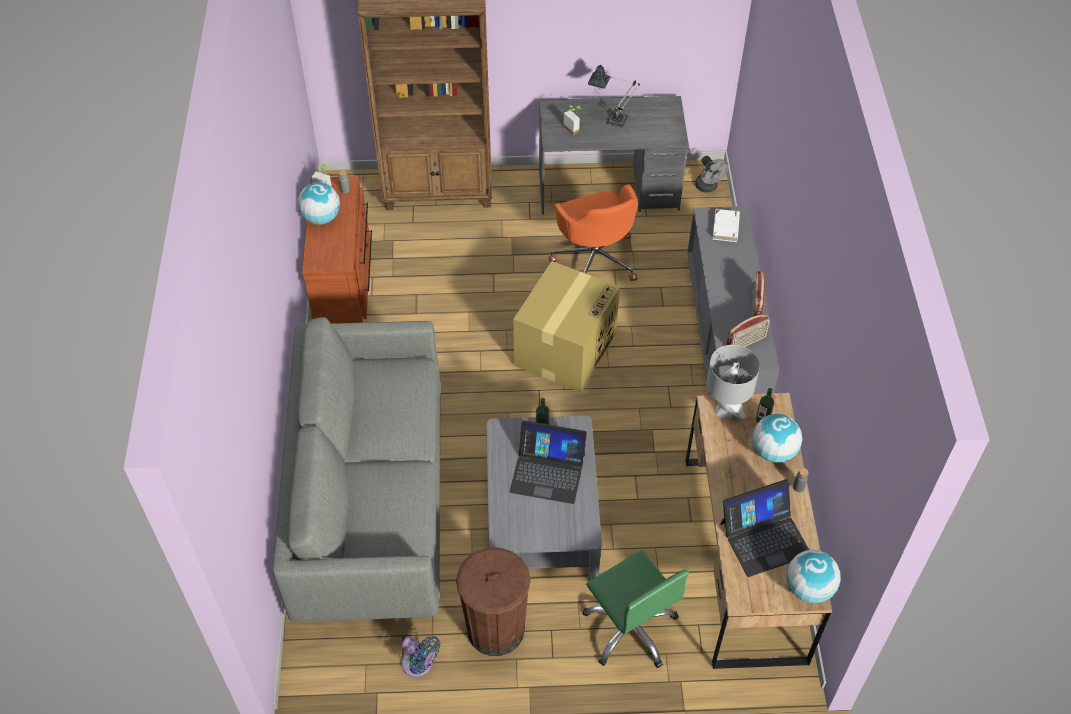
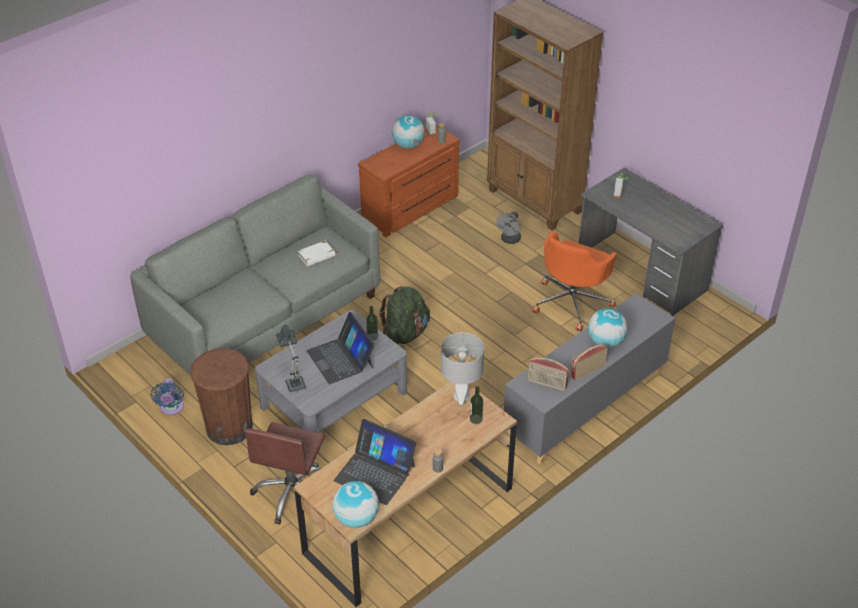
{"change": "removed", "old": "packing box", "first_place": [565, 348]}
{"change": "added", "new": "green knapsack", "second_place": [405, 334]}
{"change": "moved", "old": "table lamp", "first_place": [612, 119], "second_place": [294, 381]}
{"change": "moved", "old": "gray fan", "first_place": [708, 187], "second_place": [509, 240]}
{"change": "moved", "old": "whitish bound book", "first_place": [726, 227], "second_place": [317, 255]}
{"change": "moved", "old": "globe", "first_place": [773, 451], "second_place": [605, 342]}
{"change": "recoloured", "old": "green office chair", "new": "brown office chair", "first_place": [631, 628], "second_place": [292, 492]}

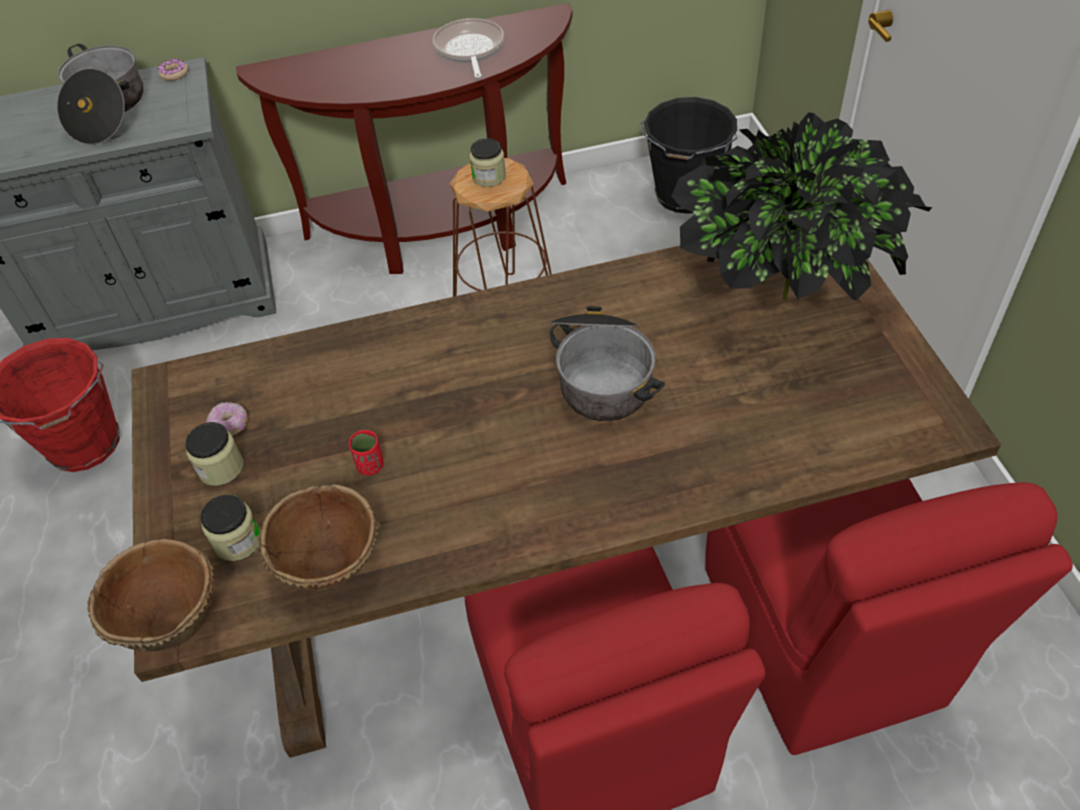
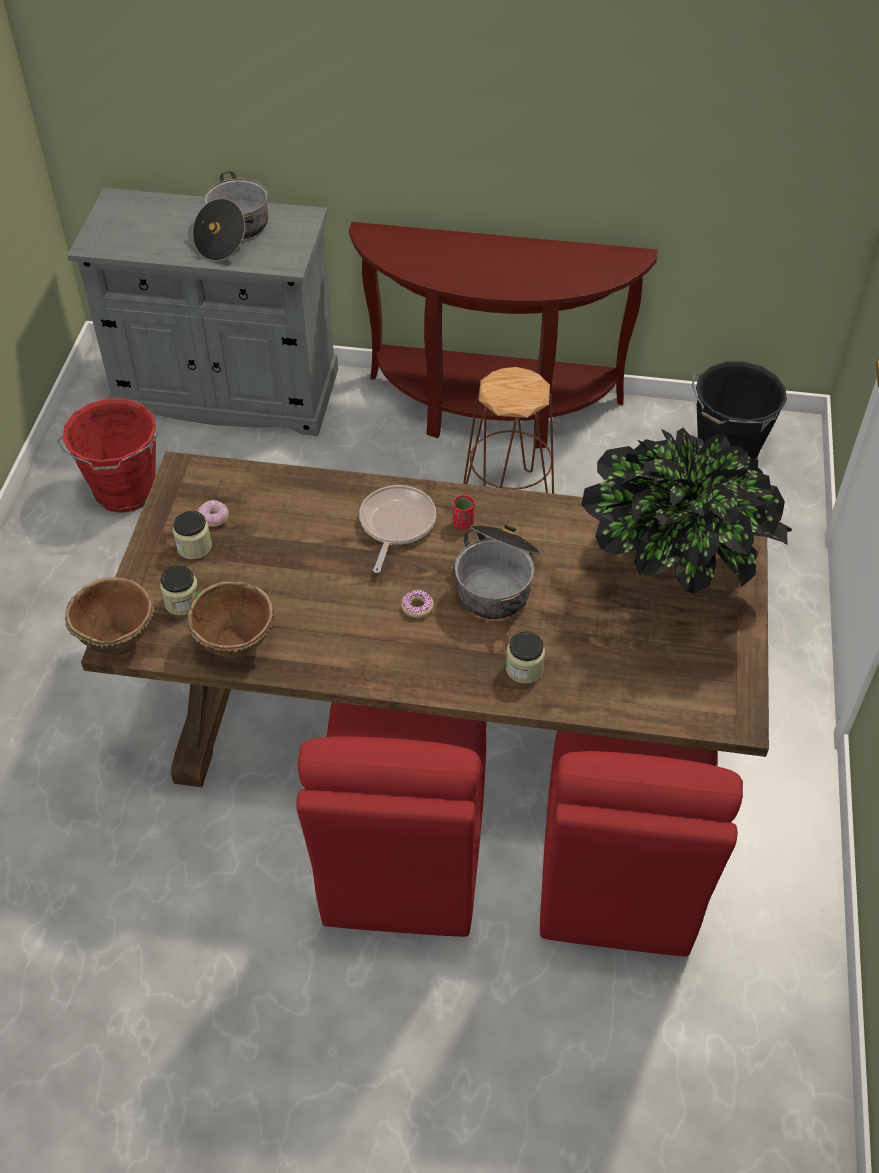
{"change": "moved", "old": "ring doughnut", "first_place": [174, 74], "second_place": [417, 607]}
{"change": "moved", "old": "reddish drinking cup", "first_place": [370, 466], "second_place": [463, 523]}
{"change": "moved", "old": "frying pan", "first_place": [469, 50], "second_place": [395, 525]}
{"change": "moved", "old": "jar", "first_place": [489, 177], "second_place": [524, 669]}

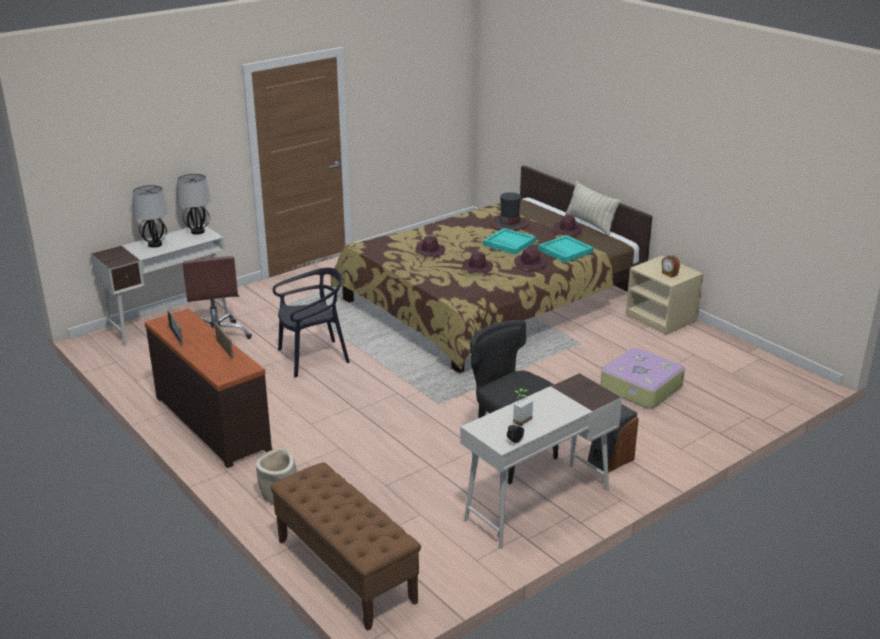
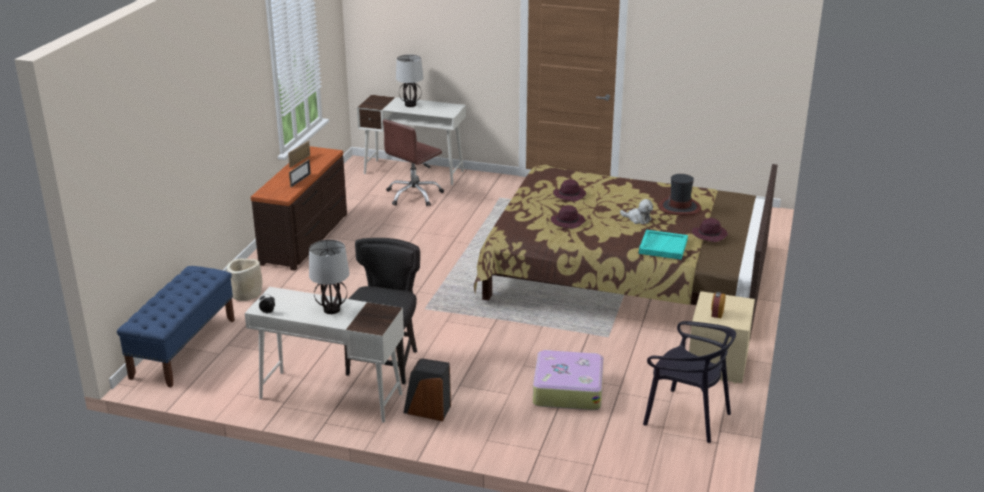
{"change": "removed", "old": "potted plant", "first_place": [519, 419]}
{"change": "removed", "old": "purplish clothing hat", "first_place": [530, 264]}
{"change": "removed", "old": "cushion", "first_place": [590, 224]}
{"change": "moved", "old": "table lamp", "first_place": [197, 231], "second_place": [332, 309]}
{"change": "moved", "old": "black chair", "first_place": [313, 358], "second_place": [687, 417]}
{"change": "replaced", "old": "turquoise-coloured carrying tray", "new": "soft toy", "first_place": [508, 243], "second_place": [638, 219]}
{"change": "recoloured", "old": "brown bench", "new": "blue bench", "first_place": [345, 570], "second_place": [183, 348]}

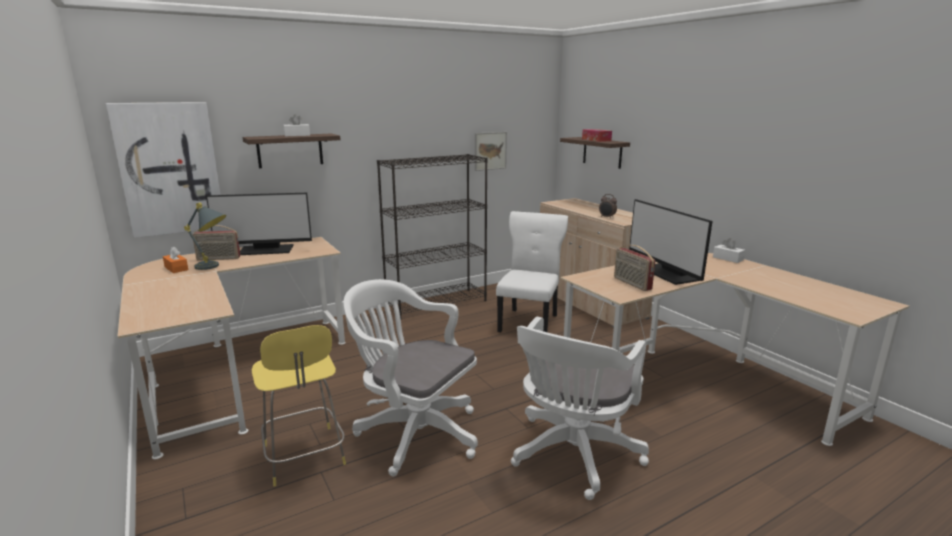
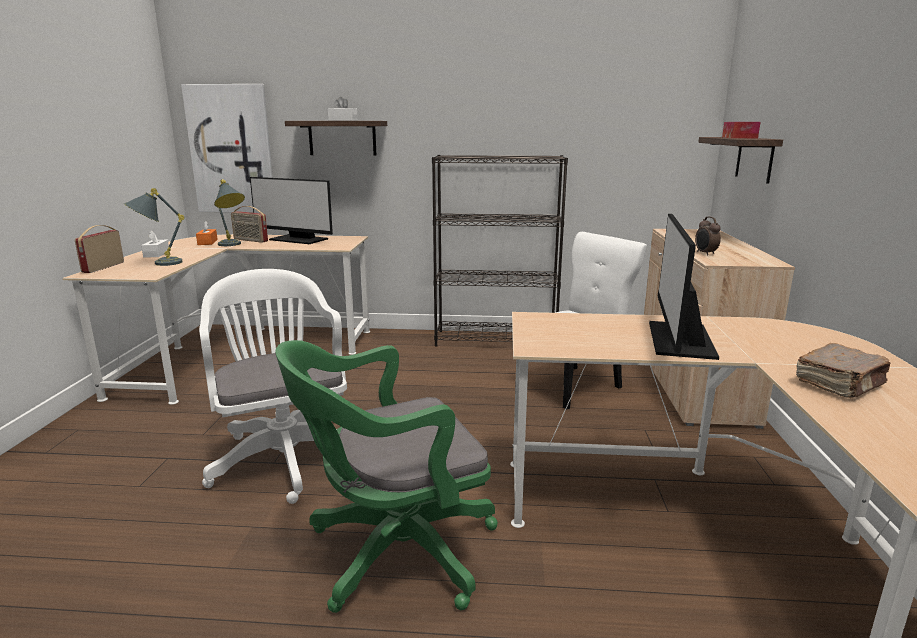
{"change": "removed", "old": "yellowish stool seat", "first_place": [304, 457]}
{"change": "removed", "old": "wall art", "first_place": [490, 151]}
{"change": "added", "new": "gray table lamp", "second_place": [158, 264]}
{"change": "added", "new": "brown bound book", "second_place": [840, 384]}
{"change": "moved", "old": "radio", "first_place": [631, 284], "second_place": [103, 267]}
{"change": "moved", "old": "whitish tissue holder", "first_place": [728, 258], "second_place": [156, 254]}
{"change": "recoloured", "old": "whitish office chair", "new": "green office chair", "first_place": [572, 456], "second_place": [393, 552]}

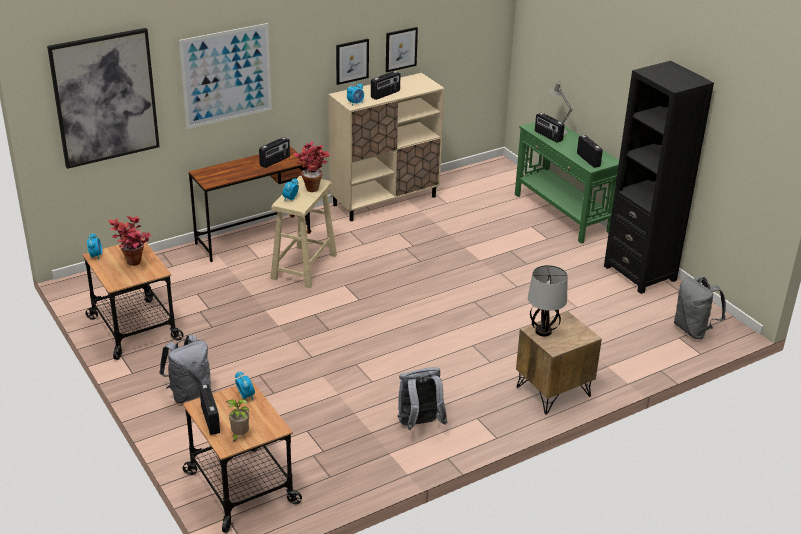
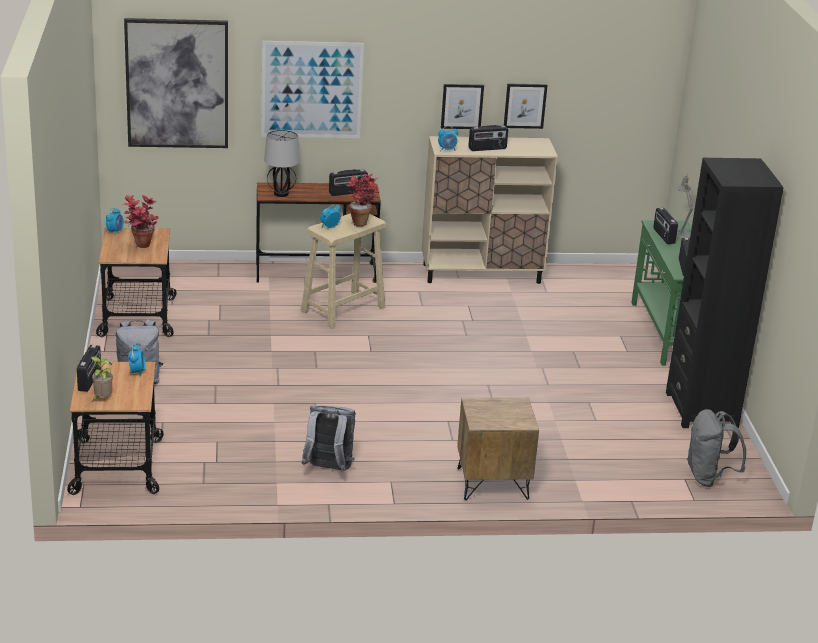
{"change": "moved", "old": "table lamp", "first_place": [544, 331], "second_place": [281, 194]}

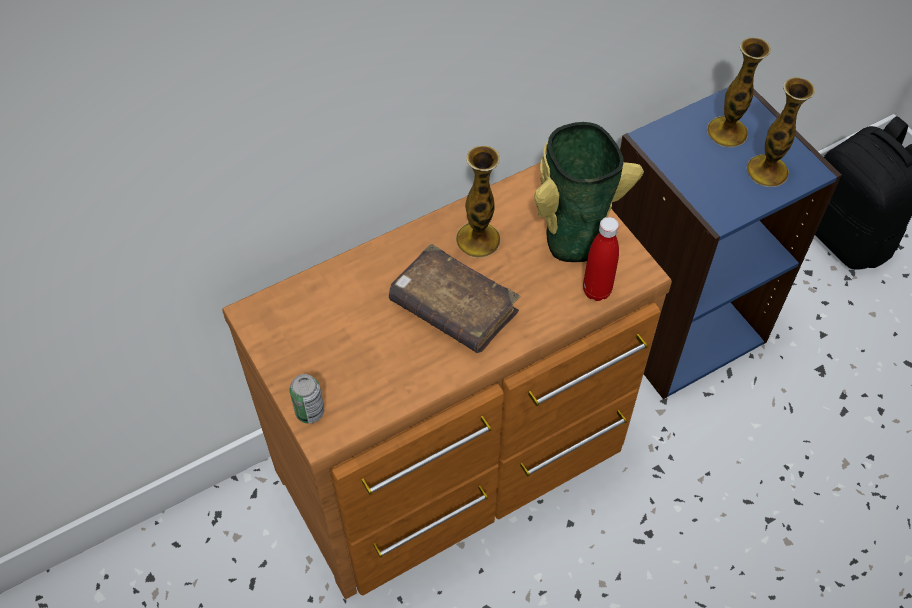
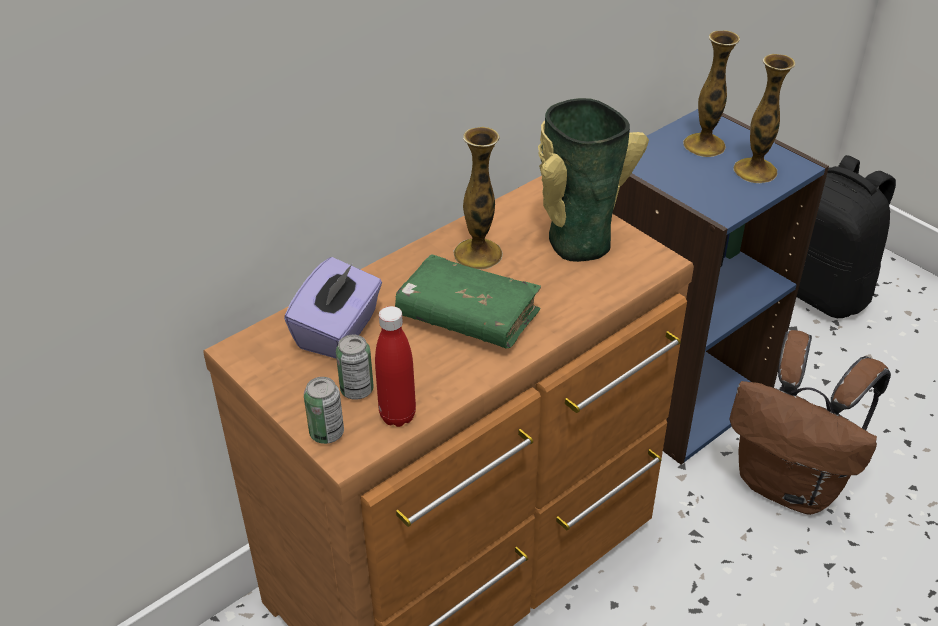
{"change": "added", "new": "purplish tissue holder", "second_place": [338, 331]}
{"change": "added", "new": "can", "second_place": [357, 390]}
{"change": "added", "new": "brown knapsack", "second_place": [790, 484]}
{"change": "moved", "old": "reddish drink bottle", "first_place": [596, 291], "second_place": [397, 415]}
{"change": "recoloured", "old": "brown bound book", "new": "green bound book", "first_place": [453, 308], "second_place": [467, 316]}

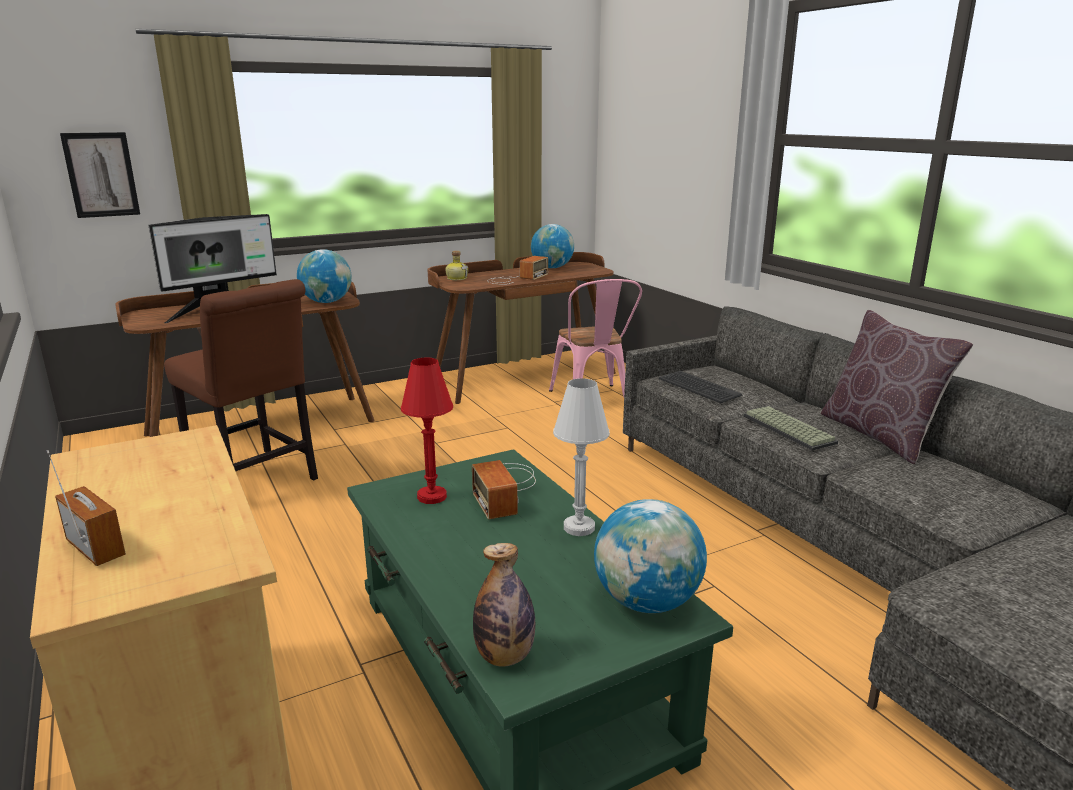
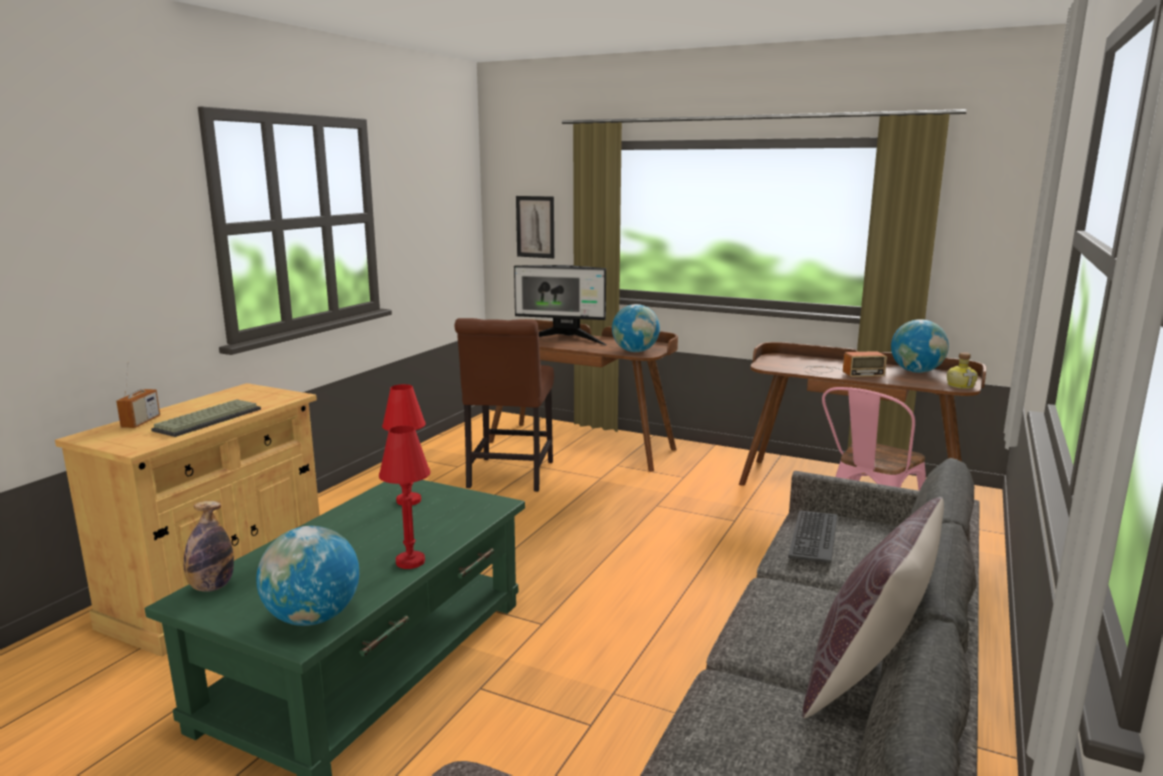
{"change": "removed", "old": "radio", "first_place": [505, 488]}
{"change": "moved", "old": "drink bottle", "first_place": [457, 278], "second_place": [960, 386]}
{"change": "moved", "old": "PC keyboard", "first_place": [786, 429], "second_place": [208, 419]}
{"change": "recoloured", "old": "whitish table lamp", "new": "reddish table lamp", "first_place": [579, 527], "second_place": [410, 562]}

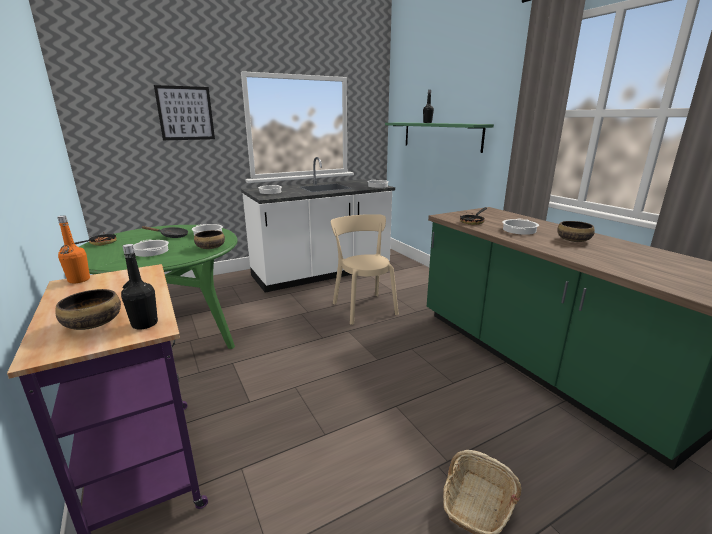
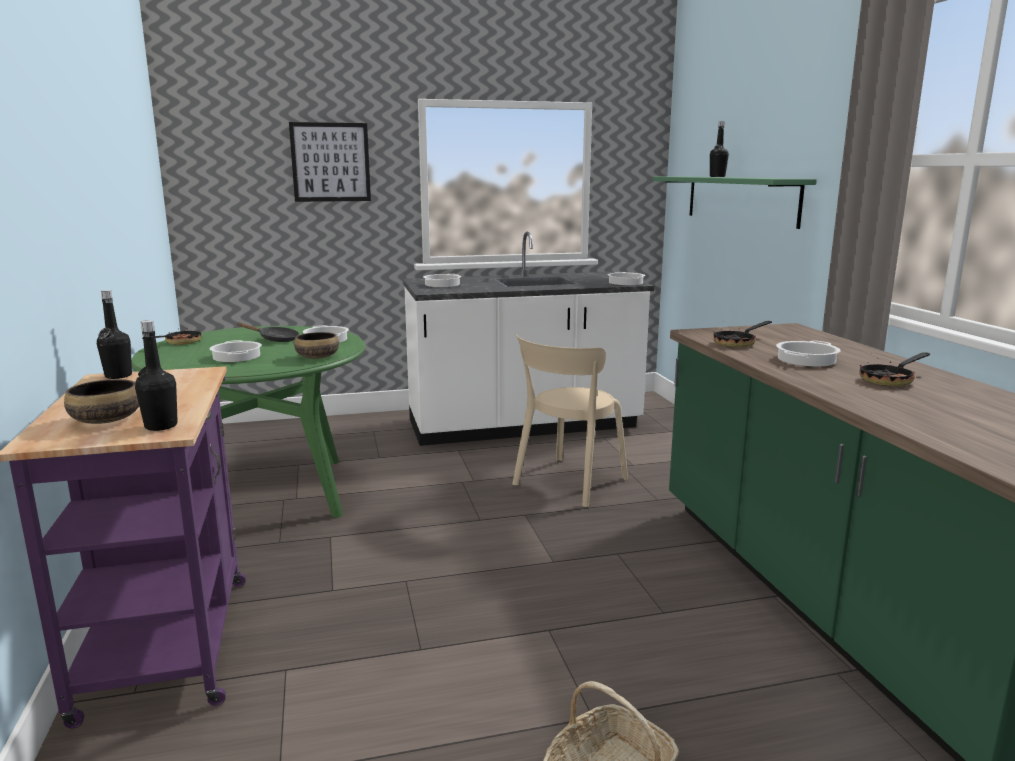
{"change": "replaced", "old": "serving bowl", "new": "frying pan", "first_place": [574, 240], "second_place": [890, 380]}
{"change": "recoloured", "old": "orangey drink bottle", "new": "black drink bottle", "first_place": [79, 280], "second_place": [118, 376]}
{"change": "turned", "old": "beige-coloured chair", "first_place": [363, 307], "second_place": [567, 483], "degrees": -135}

